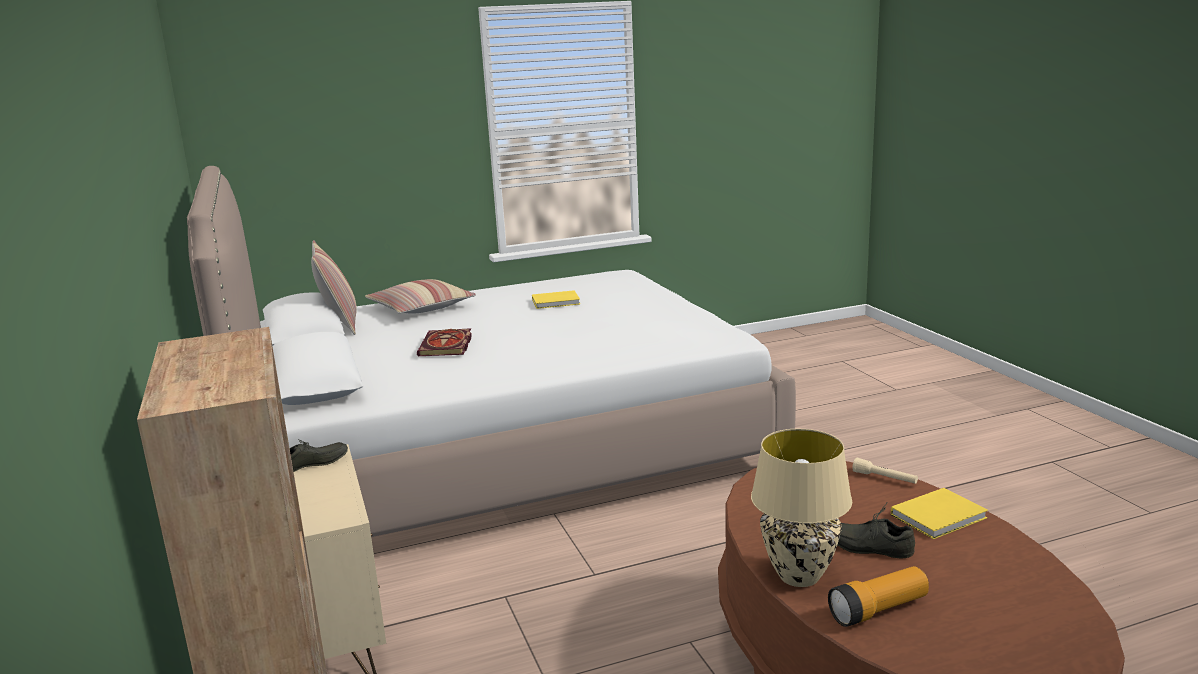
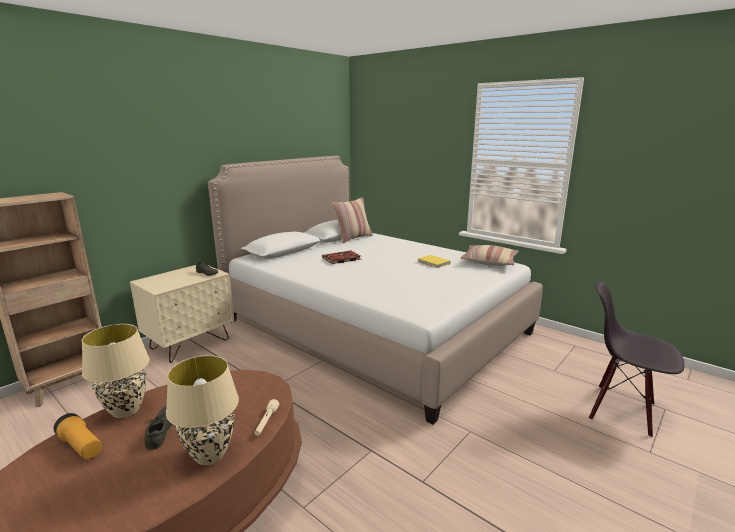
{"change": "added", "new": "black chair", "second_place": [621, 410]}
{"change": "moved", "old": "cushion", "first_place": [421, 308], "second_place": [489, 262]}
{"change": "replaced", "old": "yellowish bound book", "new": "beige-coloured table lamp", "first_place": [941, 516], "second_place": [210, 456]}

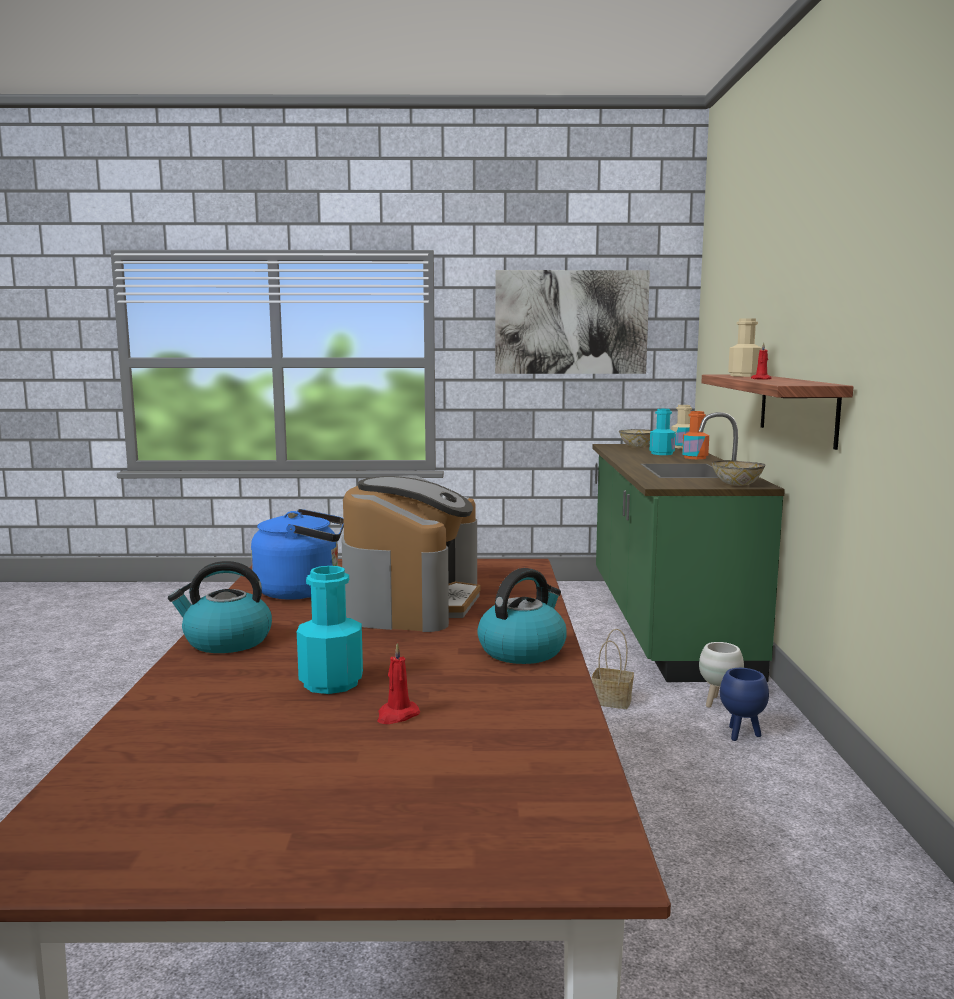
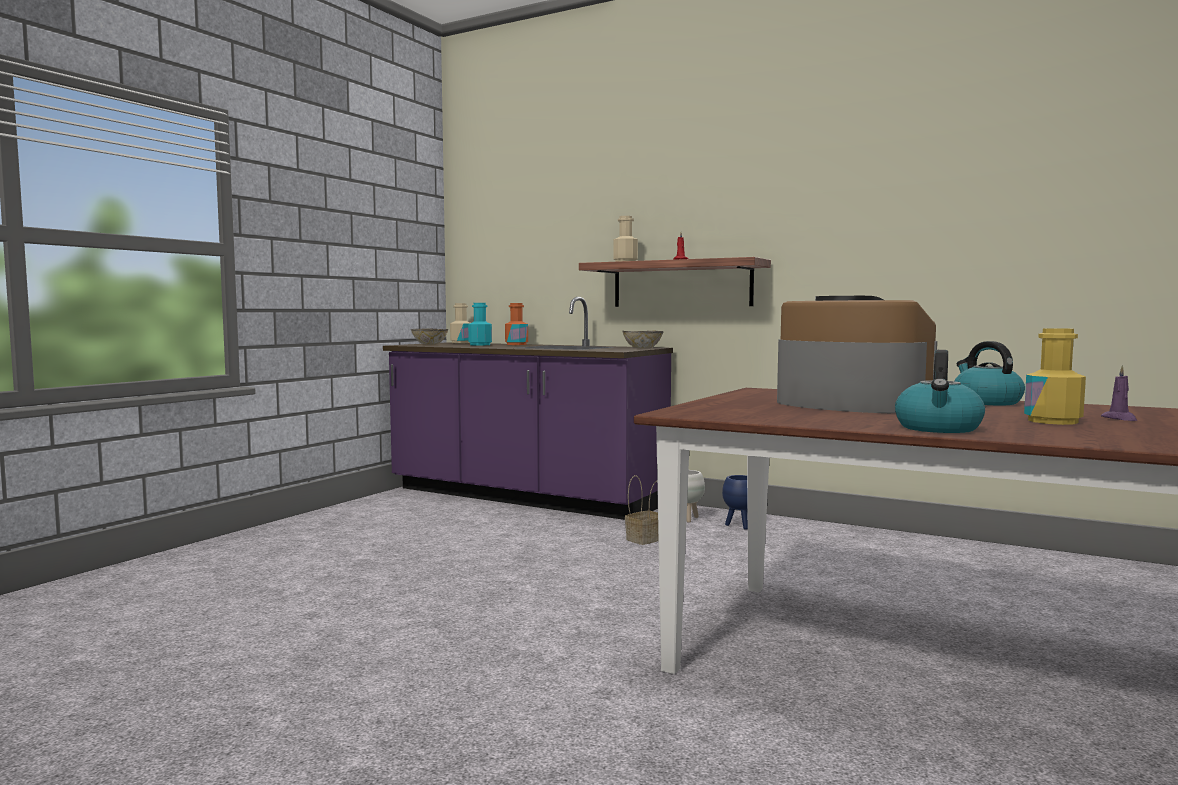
{"change": "removed", "old": "blue kettle", "first_place": [303, 591]}
{"change": "removed", "old": "wall art", "first_place": [571, 322]}
{"change": "recoloured", "old": "turquoise-coloured drink bottle", "new": "yellowish drink bottle", "first_place": [331, 682], "second_place": [1052, 421]}
{"change": "recoloured", "old": "reddish wax candle", "new": "purplish wax candle", "first_place": [397, 715], "second_place": [1120, 419]}
{"change": "recoloured", "old": "green kitchen counter", "new": "purplish kitchen counter", "first_place": [664, 623], "second_place": [524, 497]}

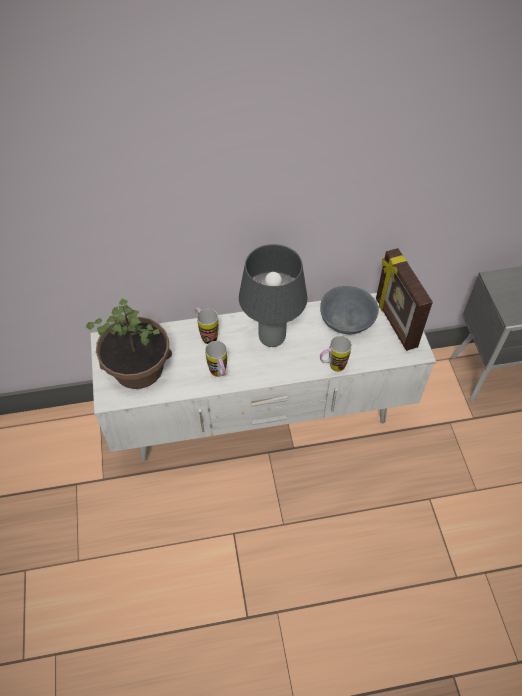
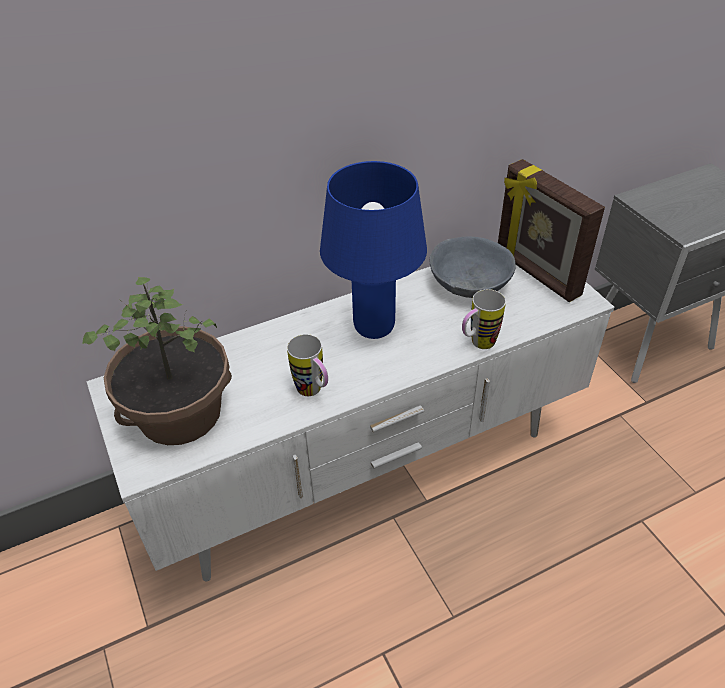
{"change": "removed", "old": "tea mug", "first_place": [206, 335]}
{"change": "recoloured", "old": "gray table lamp", "new": "blue table lamp", "first_place": [272, 338], "second_place": [375, 328]}

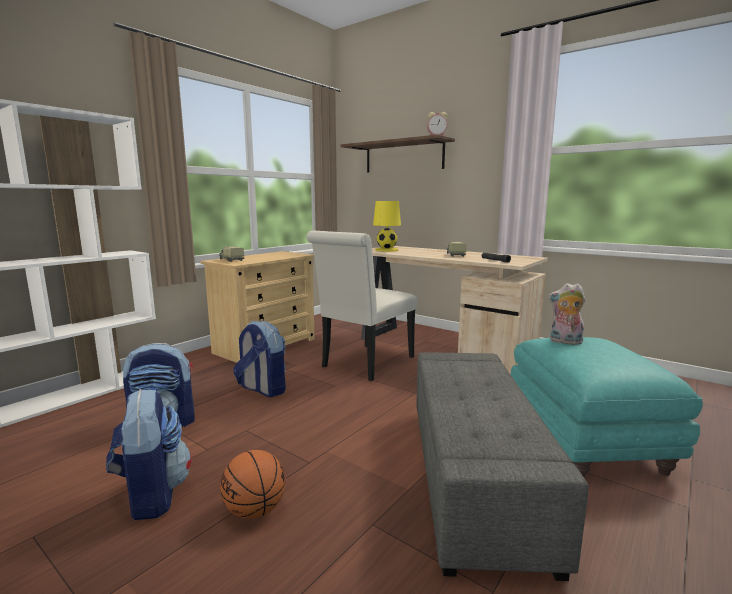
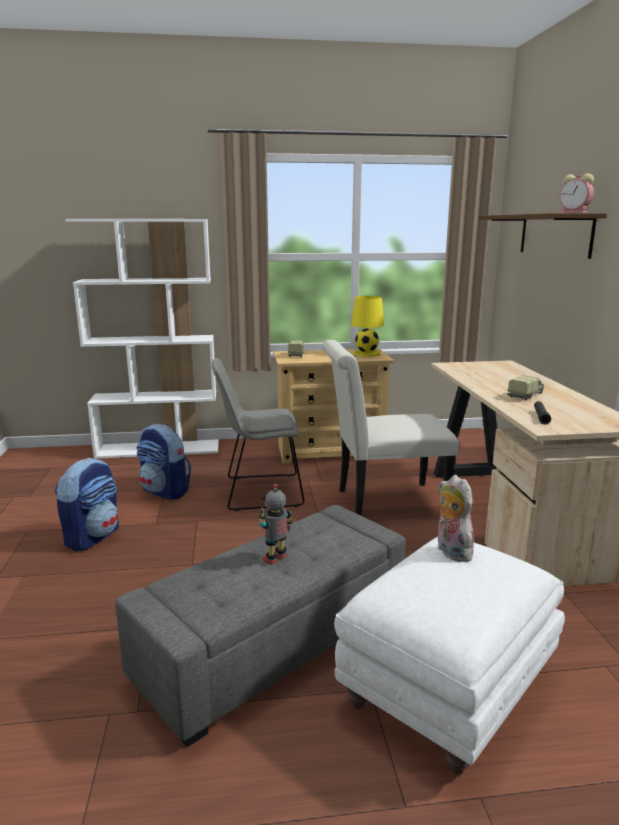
{"change": "removed", "old": "ball for basketball", "first_place": [255, 510]}
{"change": "added", "new": "toy robot", "second_place": [276, 558]}
{"change": "moved", "old": "yellowish table lamp", "first_place": [386, 250], "second_place": [366, 353]}
{"change": "replaced", "old": "knapsack", "new": "gray chair", "first_place": [262, 389], "second_place": [259, 492]}
{"change": "recoloured", "old": "turquoise-coloured footrest", "new": "whitish footrest", "first_place": [587, 441], "second_place": [448, 690]}

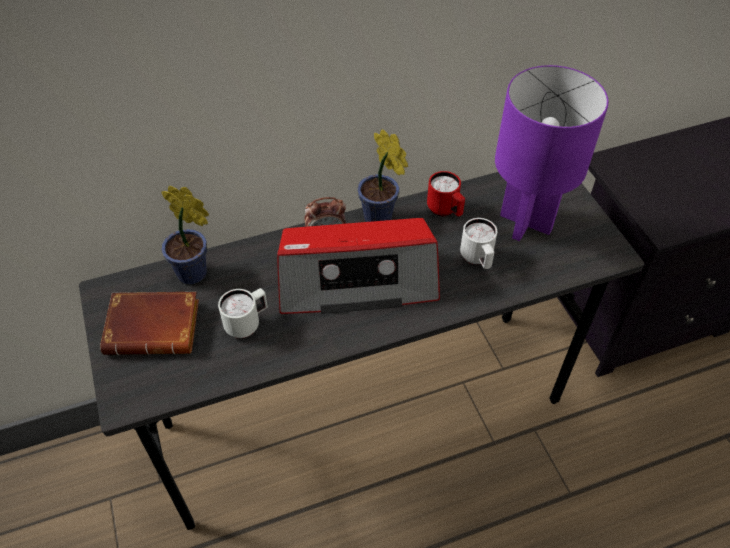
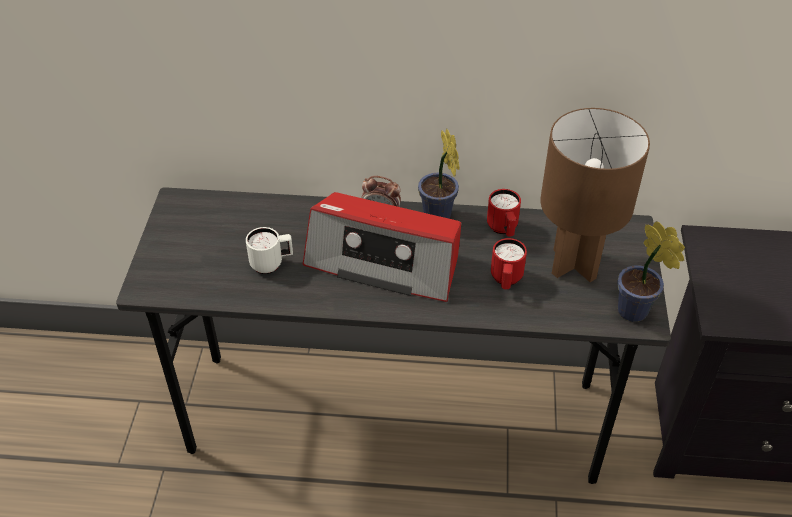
{"change": "removed", "old": "brown bound book", "first_place": [156, 326]}
{"change": "moved", "old": "potted plant", "first_place": [196, 275], "second_place": [636, 313]}
{"change": "recoloured", "old": "whitish tea mug", "new": "reddish tea mug", "first_place": [477, 259], "second_place": [506, 280]}
{"change": "recoloured", "old": "purplish table lamp", "new": "brown table lamp", "first_place": [524, 223], "second_place": [573, 264]}

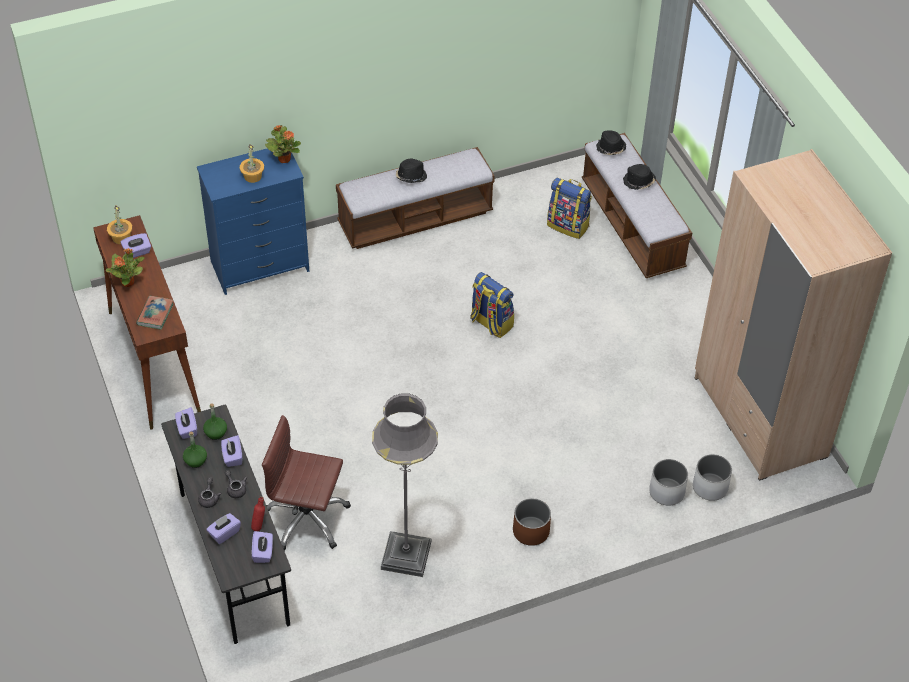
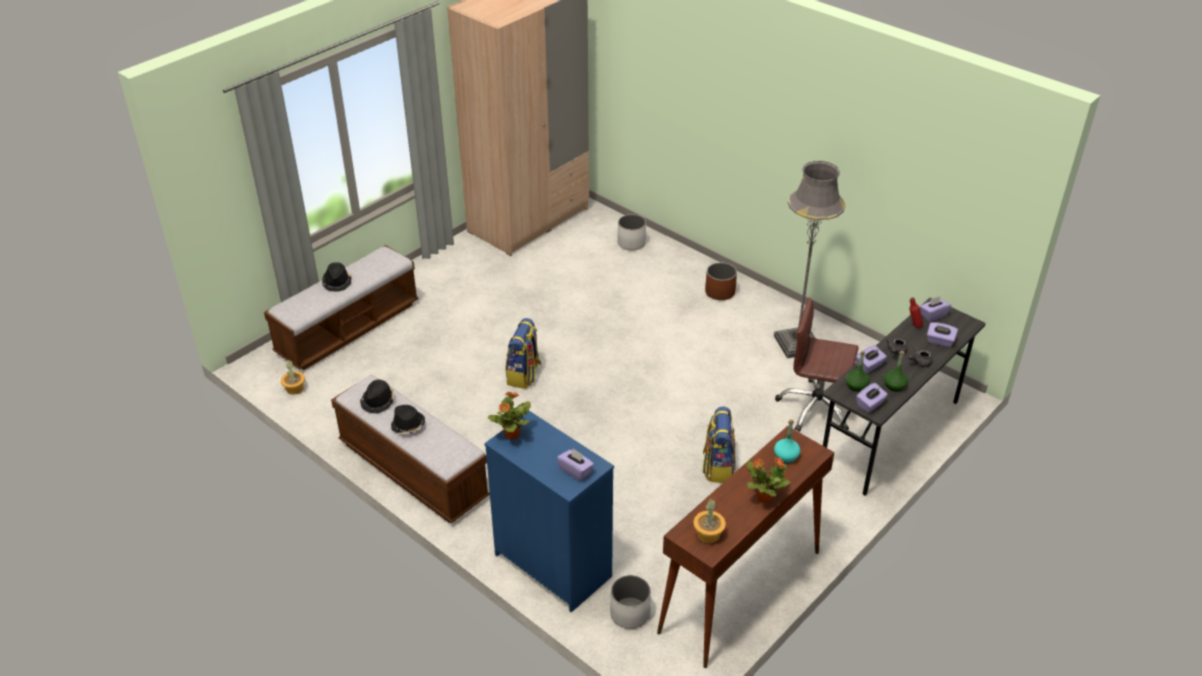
{"change": "moved", "old": "purplish tissue holder", "first_place": [137, 252], "second_place": [575, 471]}
{"change": "moved", "old": "potted plant", "first_place": [252, 176], "second_place": [295, 389]}
{"change": "moved", "old": "knapsack", "first_place": [568, 225], "second_place": [718, 467]}
{"change": "moved", "old": "black clothing hat", "first_place": [610, 148], "second_place": [378, 401]}
{"change": "moved", "old": "whitish planter", "first_place": [710, 487], "second_place": [629, 614]}
{"change": "replaced", "old": "bound book", "new": "turquoise-coloured drink bottle", "first_place": [155, 314], "second_place": [786, 456]}
{"change": "turned", "old": "brown office chair", "first_place": [306, 519], "second_place": [816, 408], "degrees": 120}

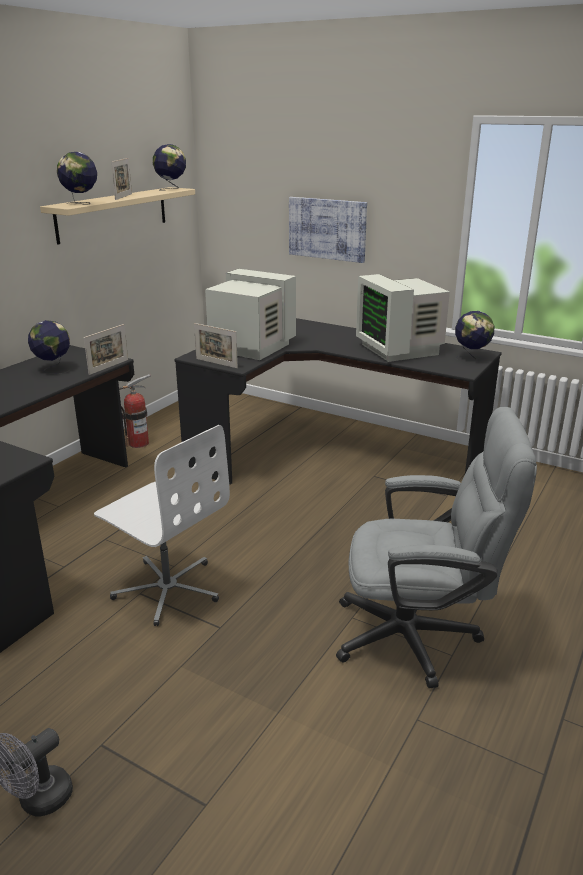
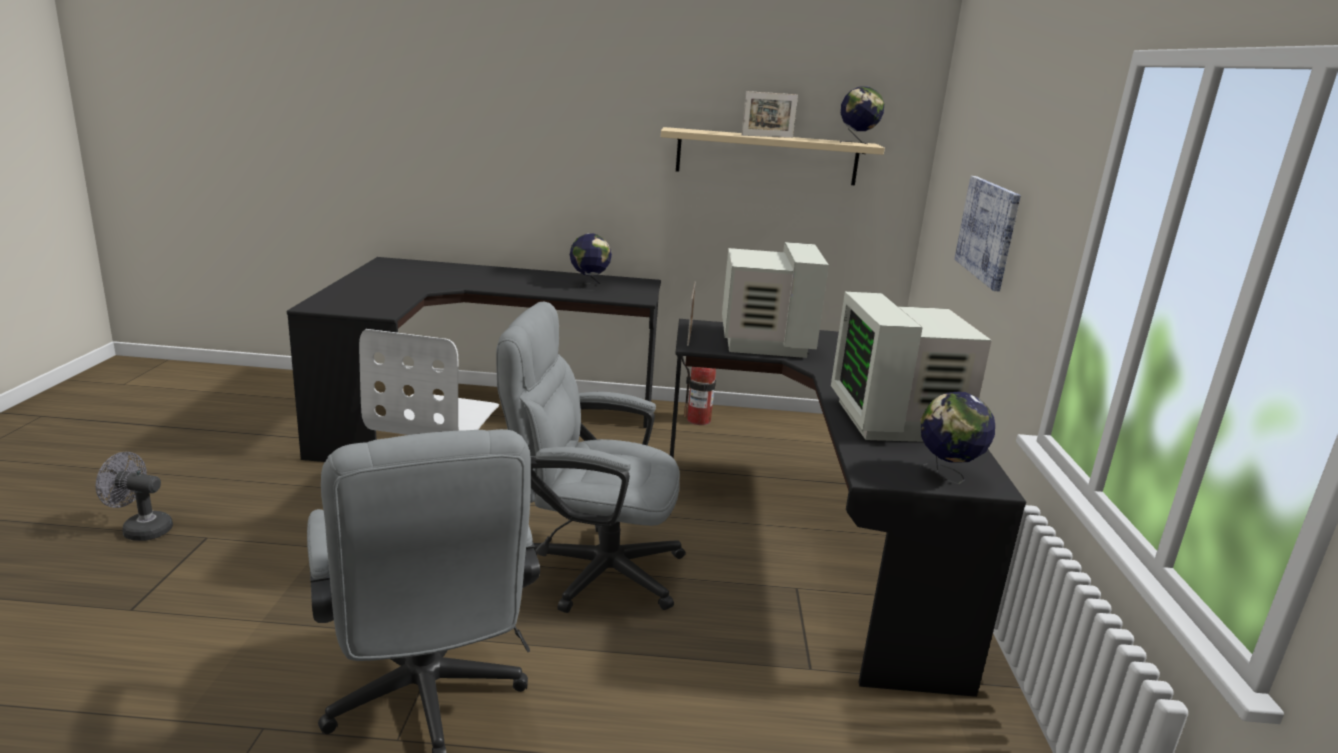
{"change": "removed", "old": "globe", "first_place": [81, 204]}
{"change": "removed", "old": "standing frame", "first_place": [109, 367]}
{"change": "added", "new": "gray office chair", "second_place": [589, 568]}
{"change": "turned", "old": "monitor", "first_place": [400, 349], "second_place": [897, 421], "degrees": -45}

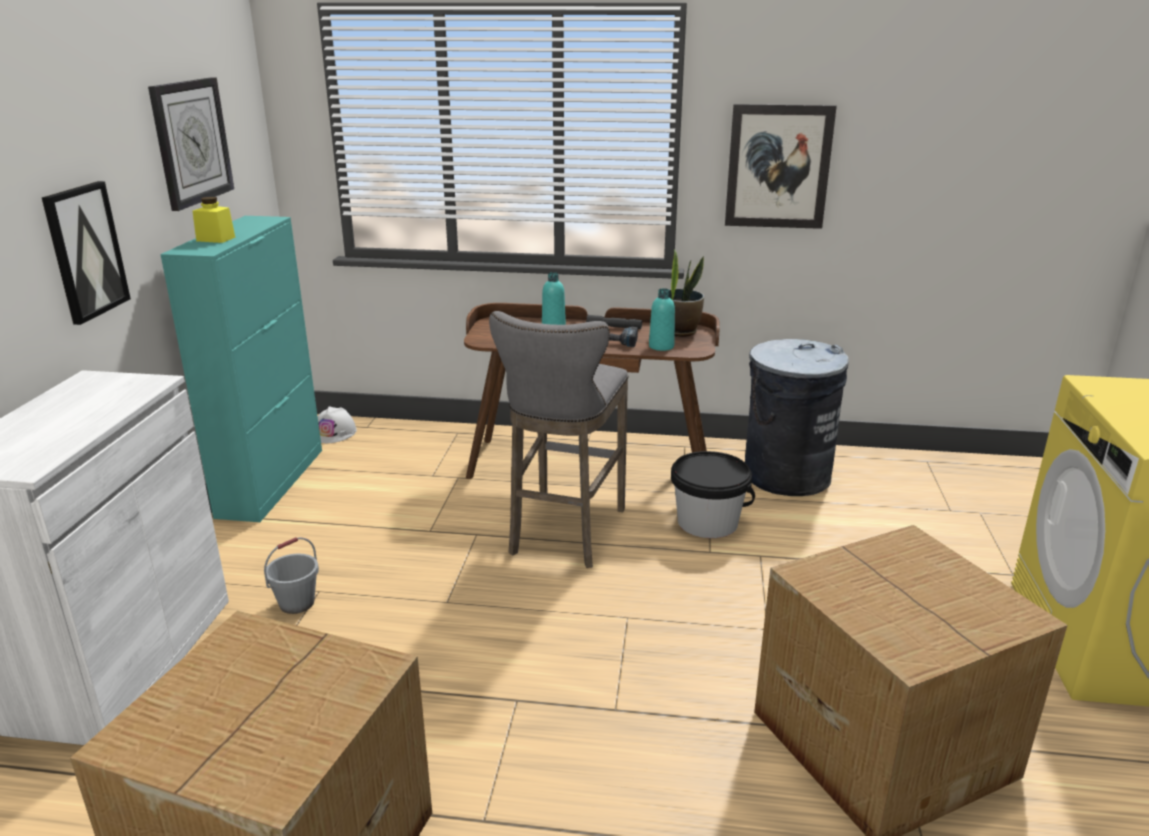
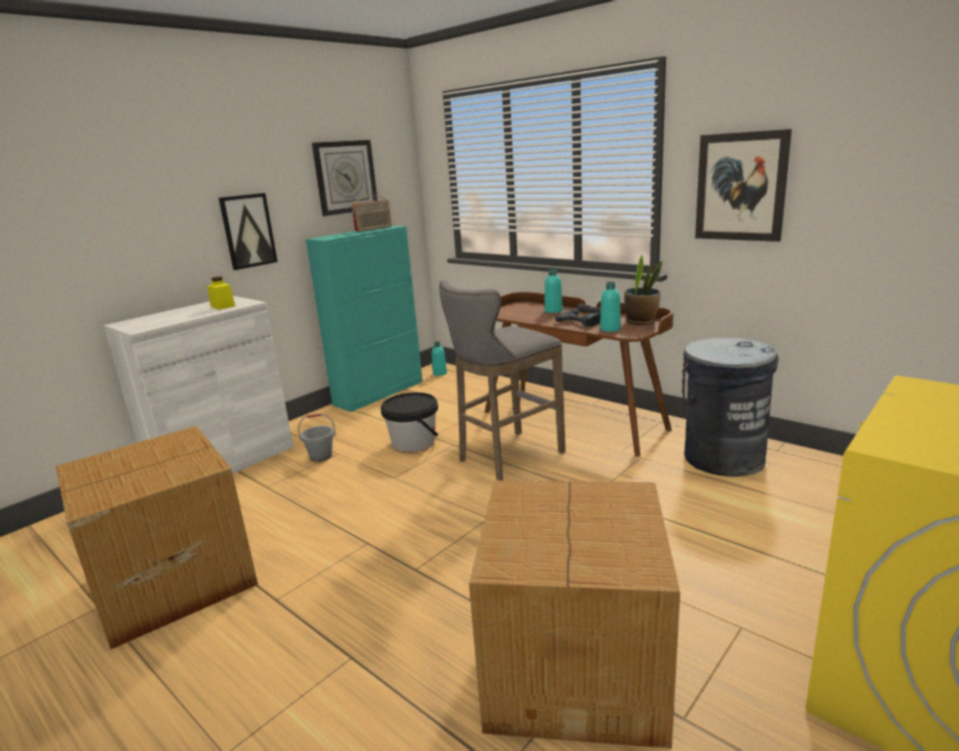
{"change": "added", "new": "radio", "second_place": [374, 229]}
{"change": "moved", "old": "yellowish jar", "first_place": [216, 239], "second_place": [223, 306]}
{"change": "moved", "old": "black bucket", "first_place": [707, 522], "second_place": [413, 442]}
{"change": "replaced", "old": "whitish work helmet", "new": "turquoise-coloured drink bottle", "first_place": [334, 433], "second_place": [439, 373]}

